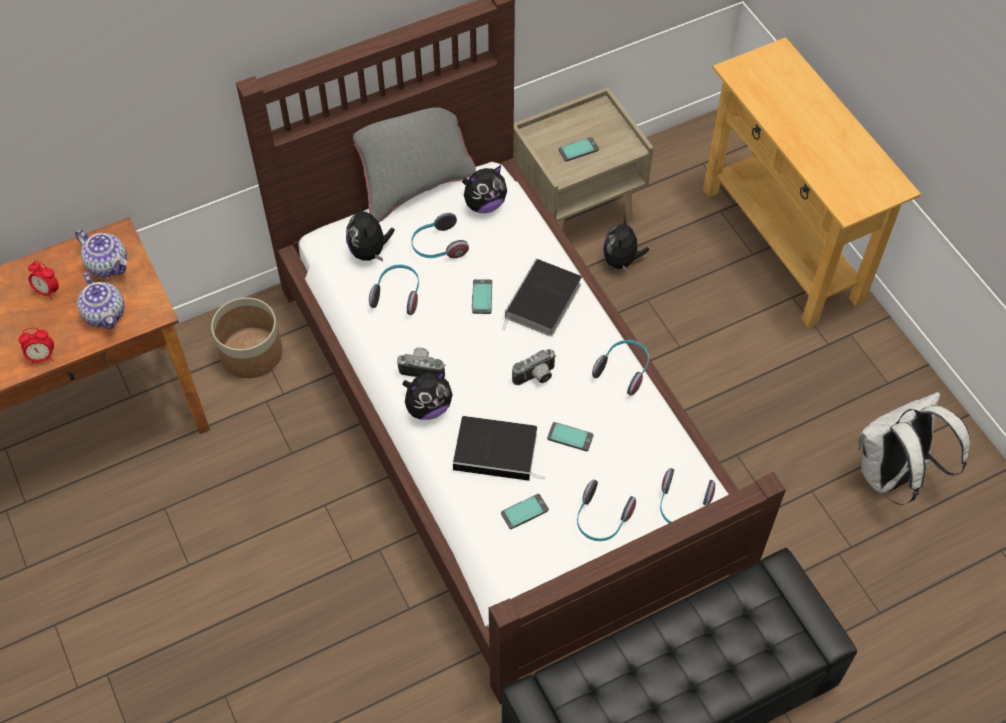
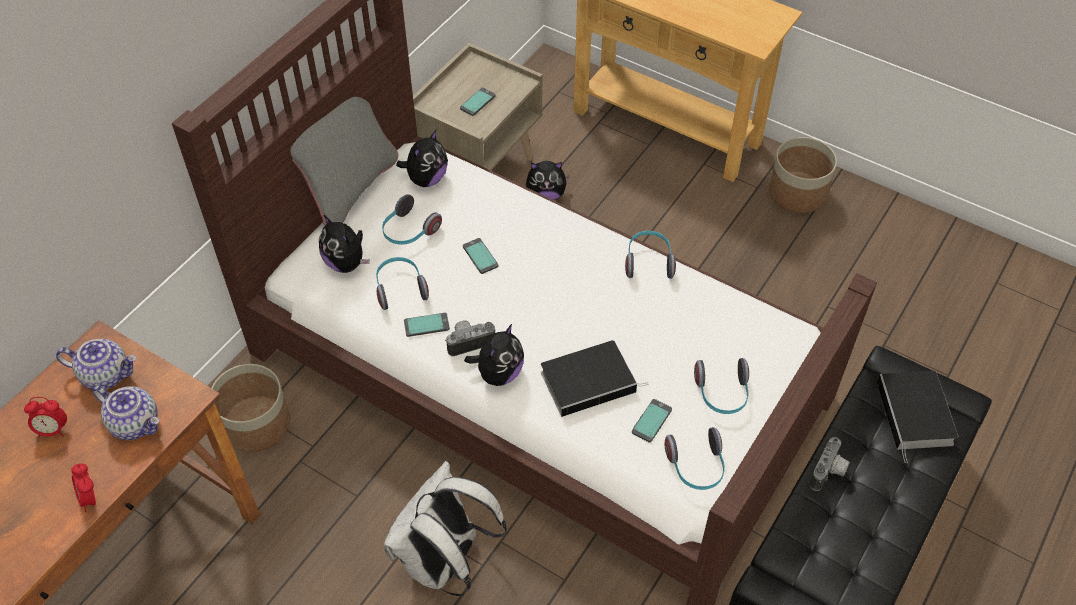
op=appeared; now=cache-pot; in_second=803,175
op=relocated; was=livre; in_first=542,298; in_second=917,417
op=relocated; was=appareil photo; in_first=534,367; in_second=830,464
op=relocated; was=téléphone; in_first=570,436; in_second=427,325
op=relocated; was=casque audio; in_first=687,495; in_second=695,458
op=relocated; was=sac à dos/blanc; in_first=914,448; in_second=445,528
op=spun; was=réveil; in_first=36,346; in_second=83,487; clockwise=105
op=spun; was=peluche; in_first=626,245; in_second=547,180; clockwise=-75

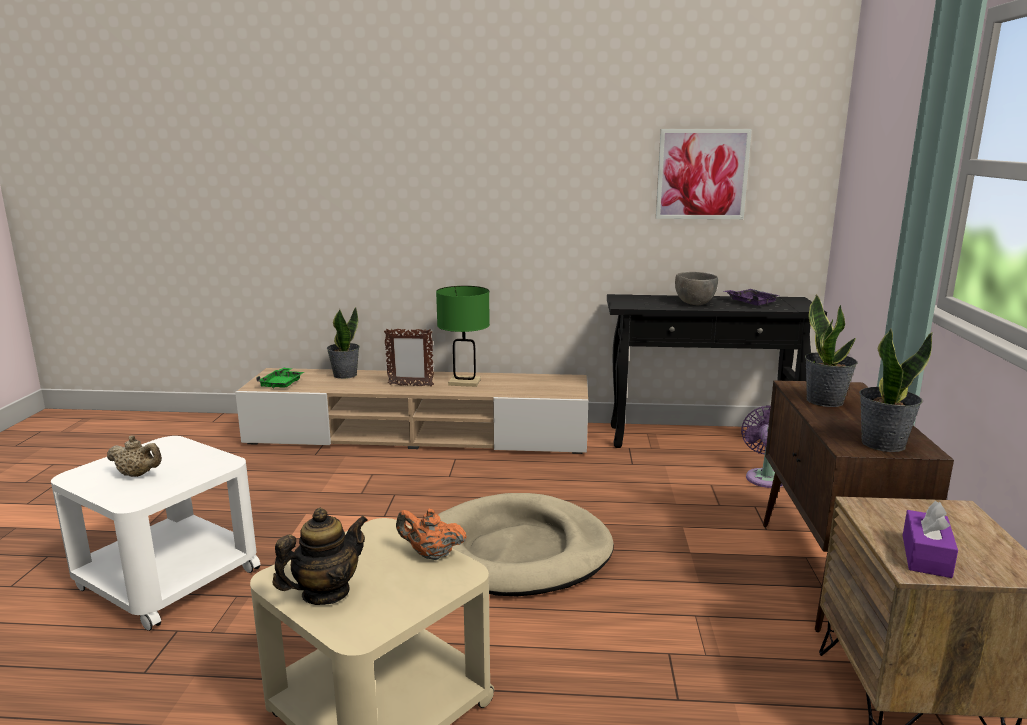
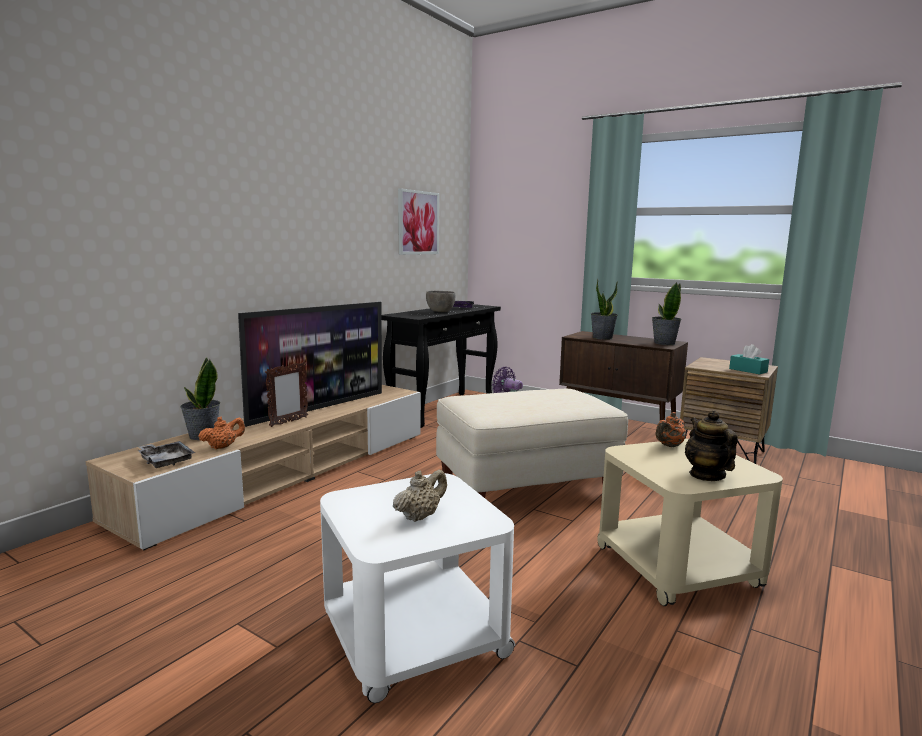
op=appeared; now=théière/orange; in_second=222,433
op=exchanged; was=lampe de table/vert; now=téléviseur; in_first=463,336; in_second=310,364
op=exchanged; was=panier pour chien/beige; now=pouf/beige; in_first=526,544; in_second=532,443
op=colour; was=plateau/vert; now=plateau/gris; in_first=280,378; in_second=166,454
op=colour; was=boîte à mouchoirs/violet; now=boîte à mouchoirs/turquoise; in_first=930,539; in_second=749,359

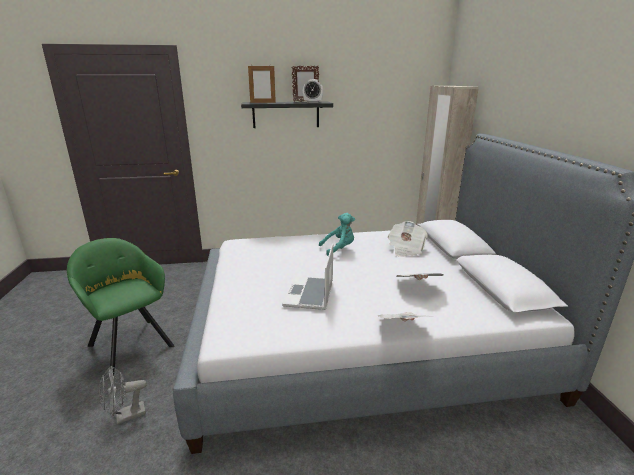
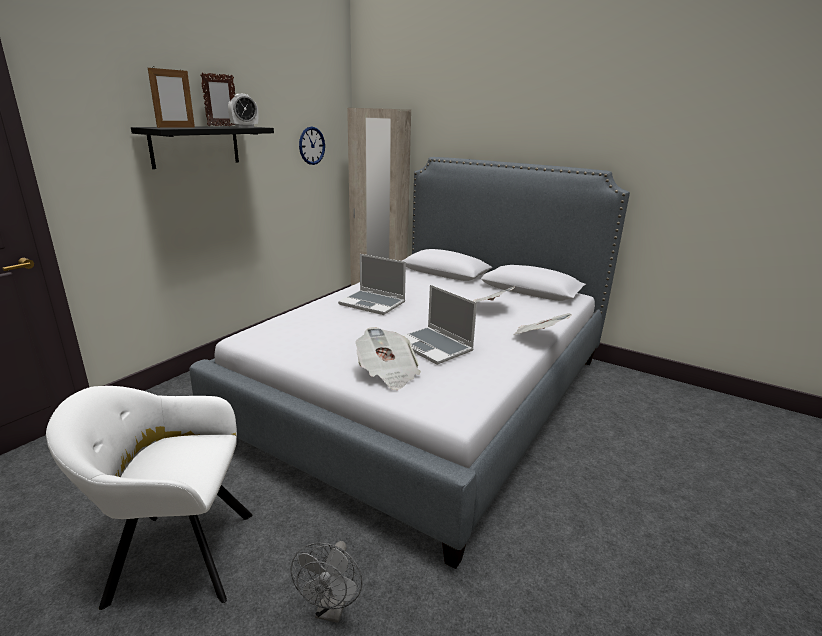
op=appeared; now=horloge murale; in_second=312,146
op=relocated; was=journal; in_first=408,239; in_second=388,358
op=exchanged; was=peluche/turquoise; now=ordinateur portable; in_first=337,234; in_second=372,284
op=colour; was=fauteuil/vert; now=fauteuil/blanc; in_first=121,306; in_second=149,498

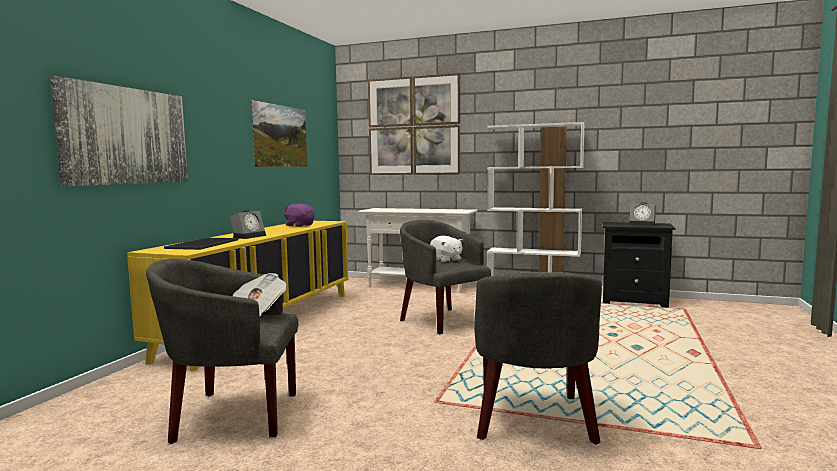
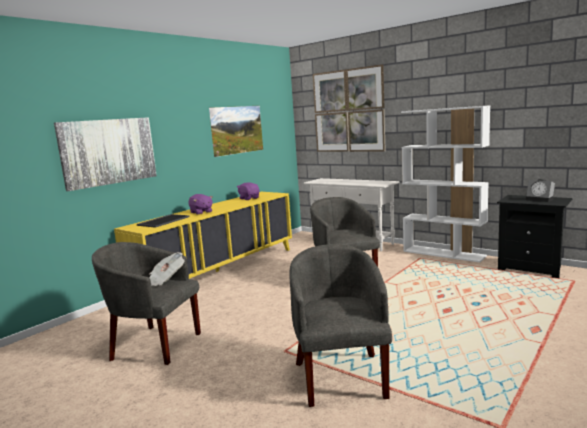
op=missing; was=peluche/blanc; in_first=446,249
op=exchanged; was=réveil; now=peluche/violet; in_first=248,224; in_second=201,204
op=spun; was=fauteuil/gris; in_first=538,358; in_second=340,325; clockwise=150

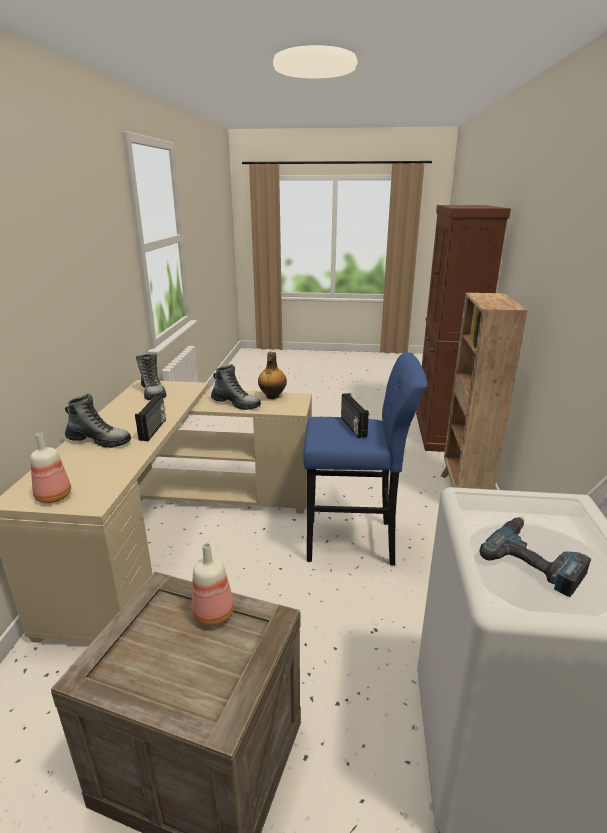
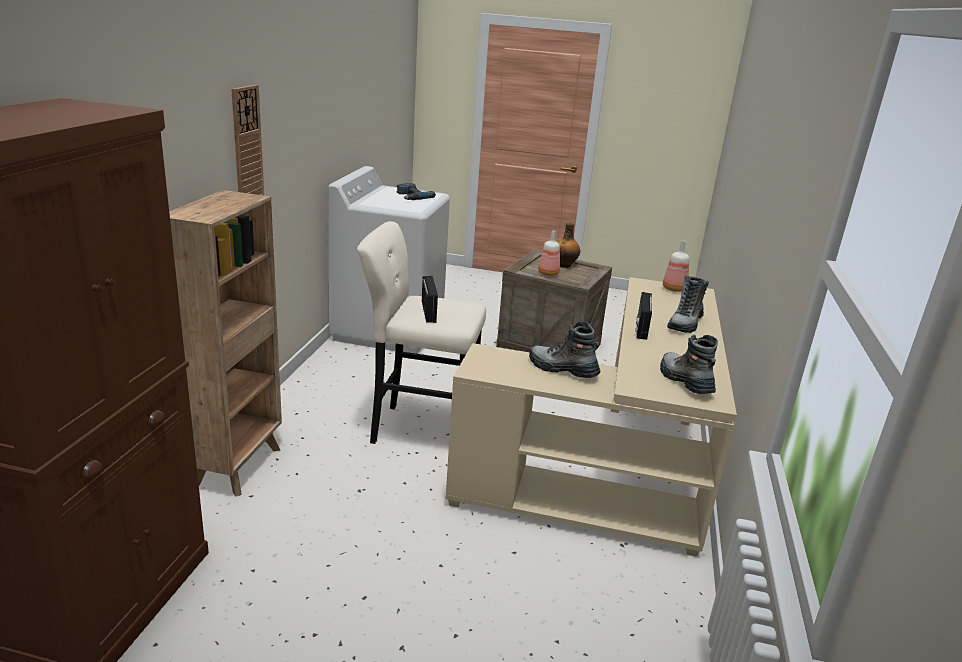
op=appeared; now=horloge murale; in_second=247,140
op=relocated; was=bouteille; in_first=272,375; in_second=568,245
op=colour; was=tabouret/bleu; now=tabouret/beige; in_first=365,458; in_second=421,332
op=spun; was=botte; in_first=98,421; in_second=688,304; clockwise=-75

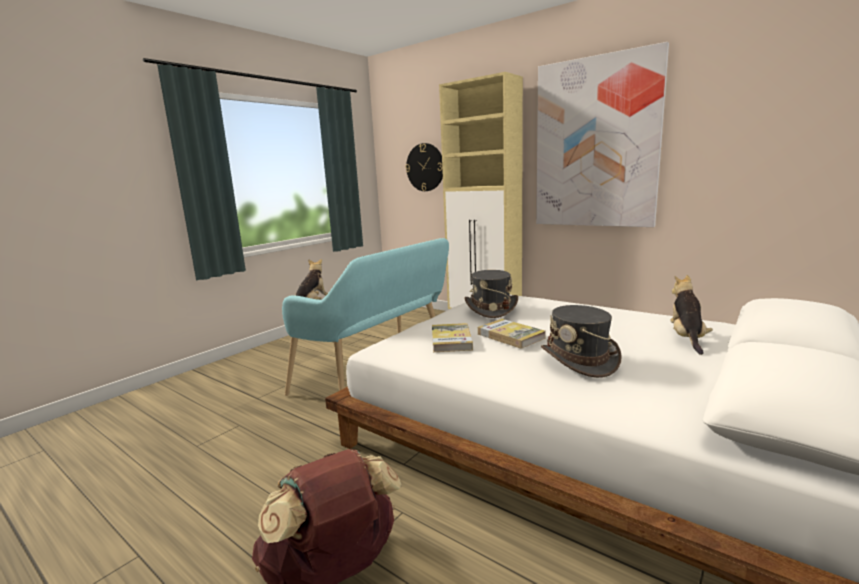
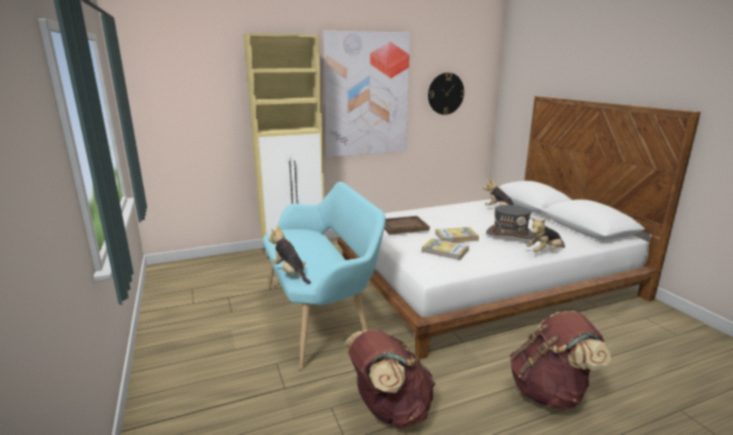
op=appeared; now=sac à dos/marron; in_second=390,378
op=appeared; now=peluche; in_second=545,235
op=relocated; was=horloge murale; in_first=424,167; in_second=446,94
op=exchanged; was=chapeau/gris; now=plateau/marron; in_first=491,294; in_second=407,225

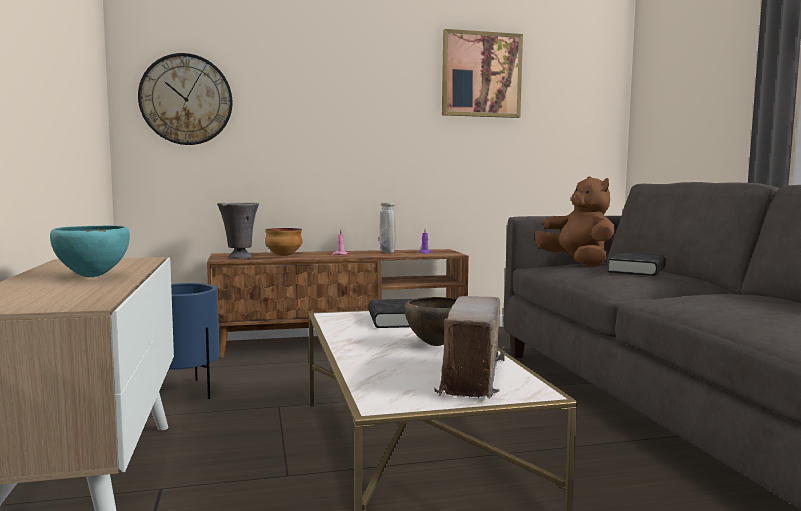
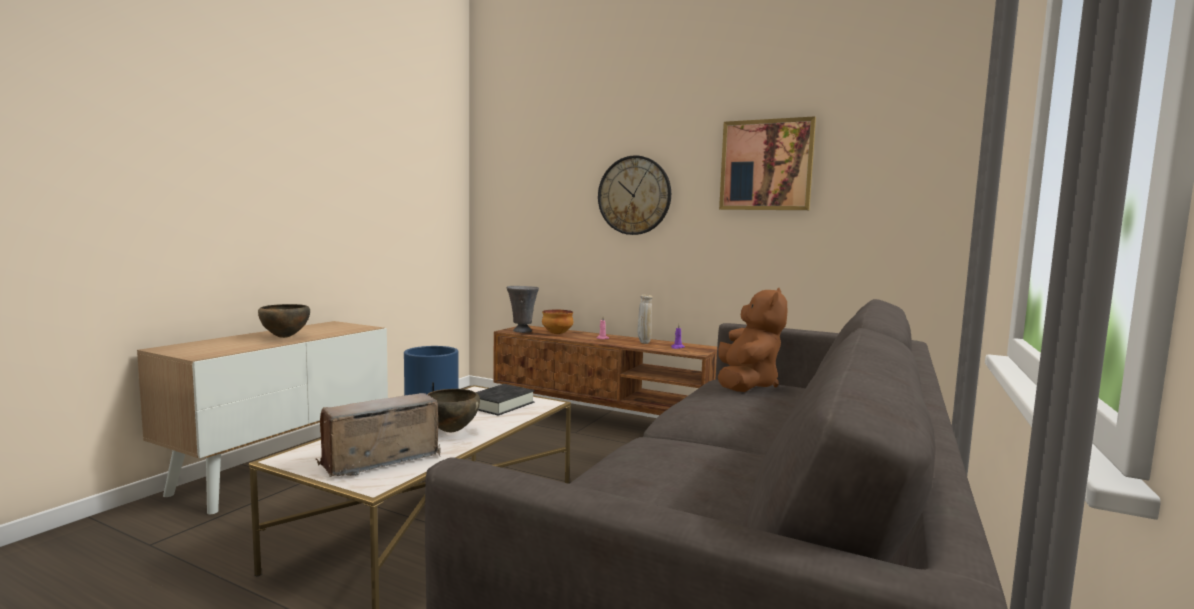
op=missing; was=livre/noir; in_first=637,264
op=relocated; was=horloge murale; in_first=185,99; in_second=634,195
op=colour; was=bol/turquoise; now=bol/marron; in_first=90,251; in_second=284,321

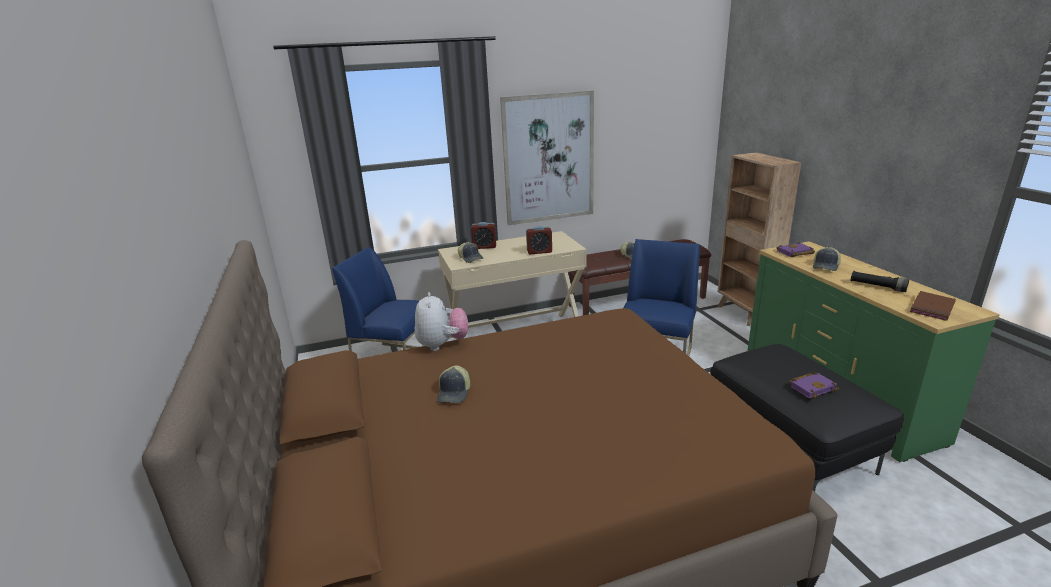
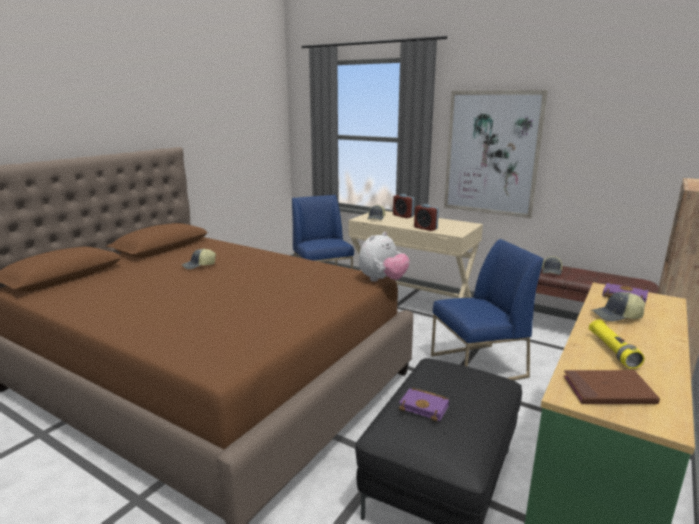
op=relocated; was=peluche; in_first=441,321; in_second=384,257
op=colour; was=lampe de poche/noir; now=lampe de poche/jaune; in_first=880,281; in_second=616,344

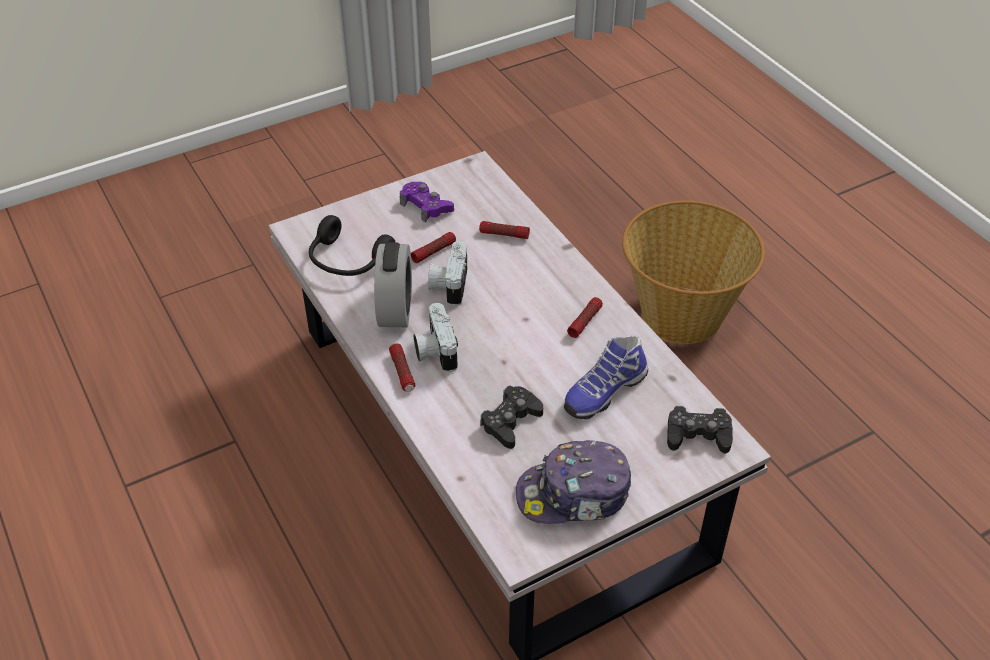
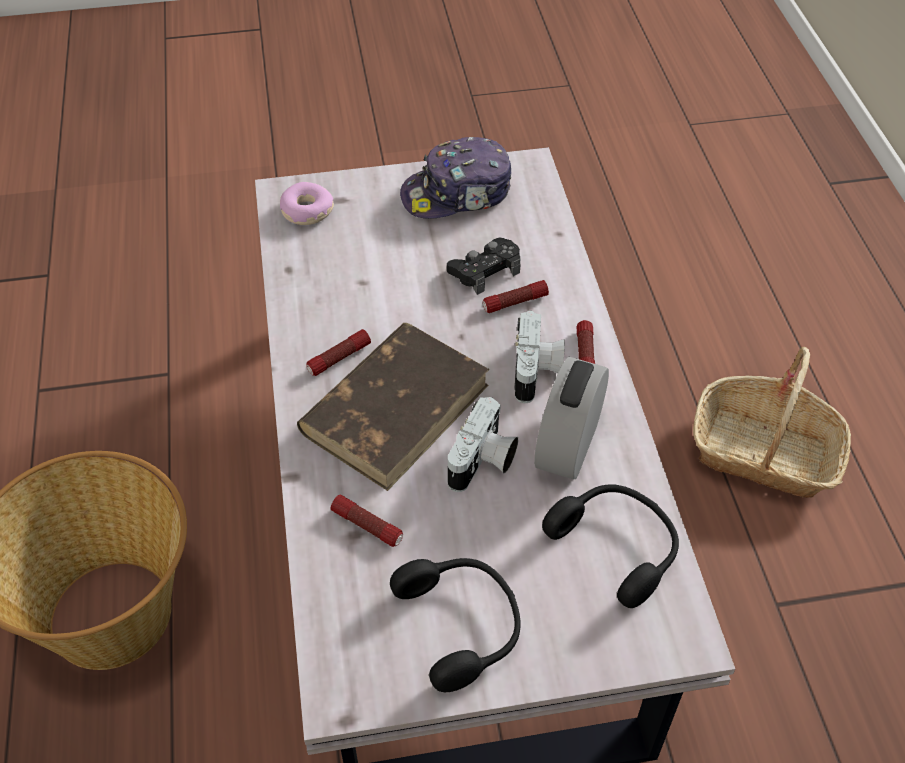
op=missing; was=chaussure; in_first=606,377
op=appeared; now=livre/marron; in_second=393,407
op=appeared; now=panier; in_second=772,422
op=relocated; was=lampe de poche; in_first=433,247; in_second=516,296
op=exchanged; was=manette/violet; now=casque audio/noir; in_first=427,202; in_second=455,625
op=exchanged; was=manette/noir; now=beignet; in_first=700,430; in_second=307,203
op=spun; was=casquette; in_first=573,482; in_second=456,178; clockwise=150

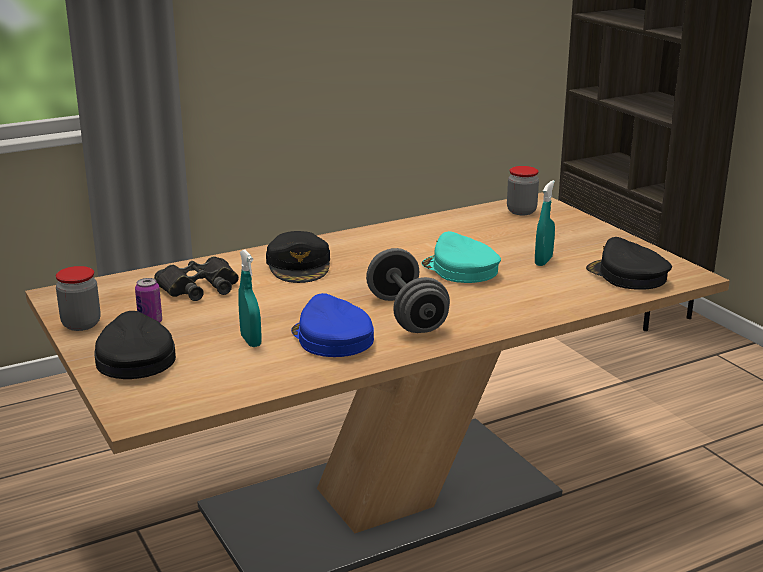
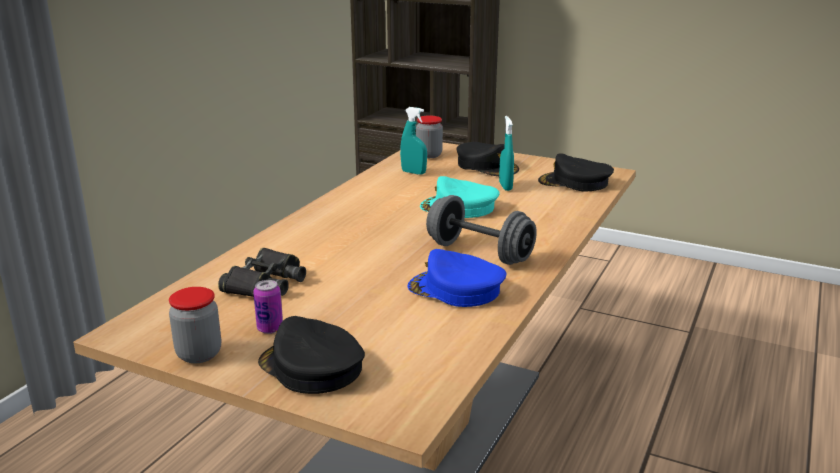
op=relocated; was=vaporisateur/turquoise; in_first=250,298; in_second=413,141
op=relocated; was=casquette/noir; in_first=298,257; in_second=488,159

